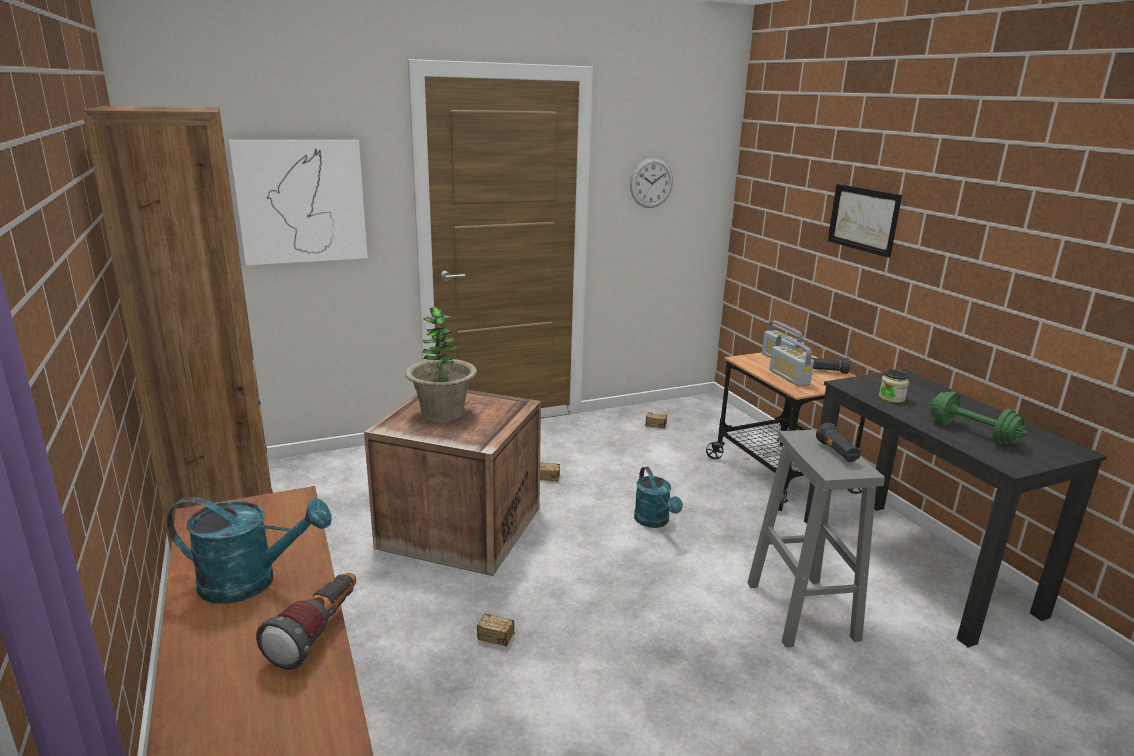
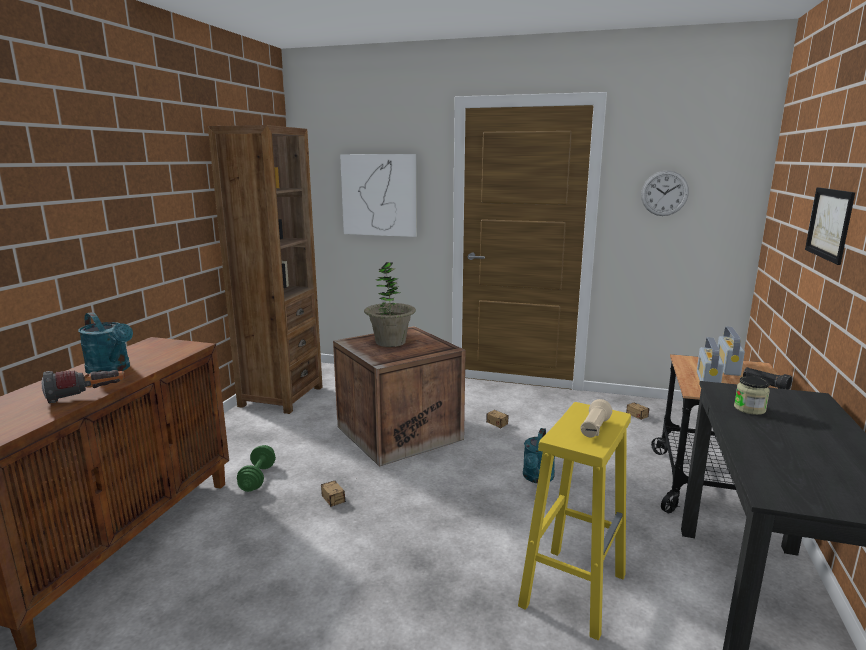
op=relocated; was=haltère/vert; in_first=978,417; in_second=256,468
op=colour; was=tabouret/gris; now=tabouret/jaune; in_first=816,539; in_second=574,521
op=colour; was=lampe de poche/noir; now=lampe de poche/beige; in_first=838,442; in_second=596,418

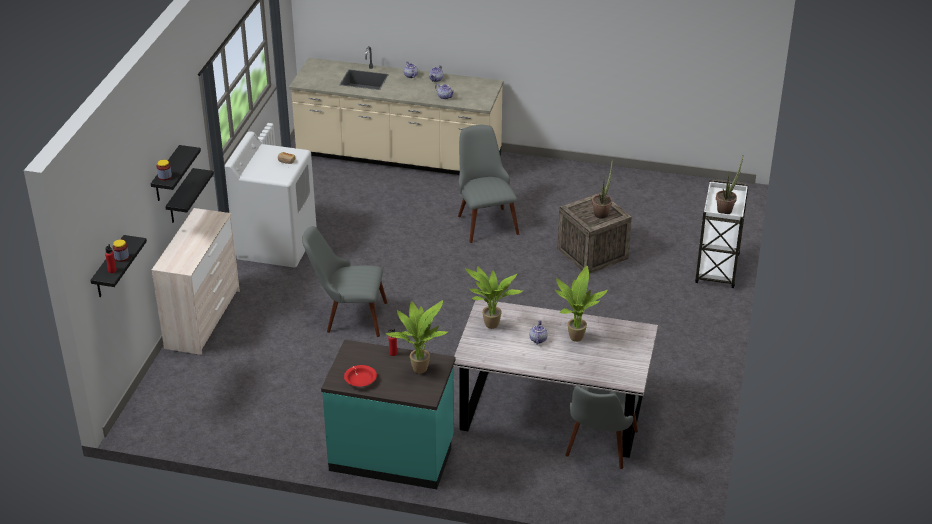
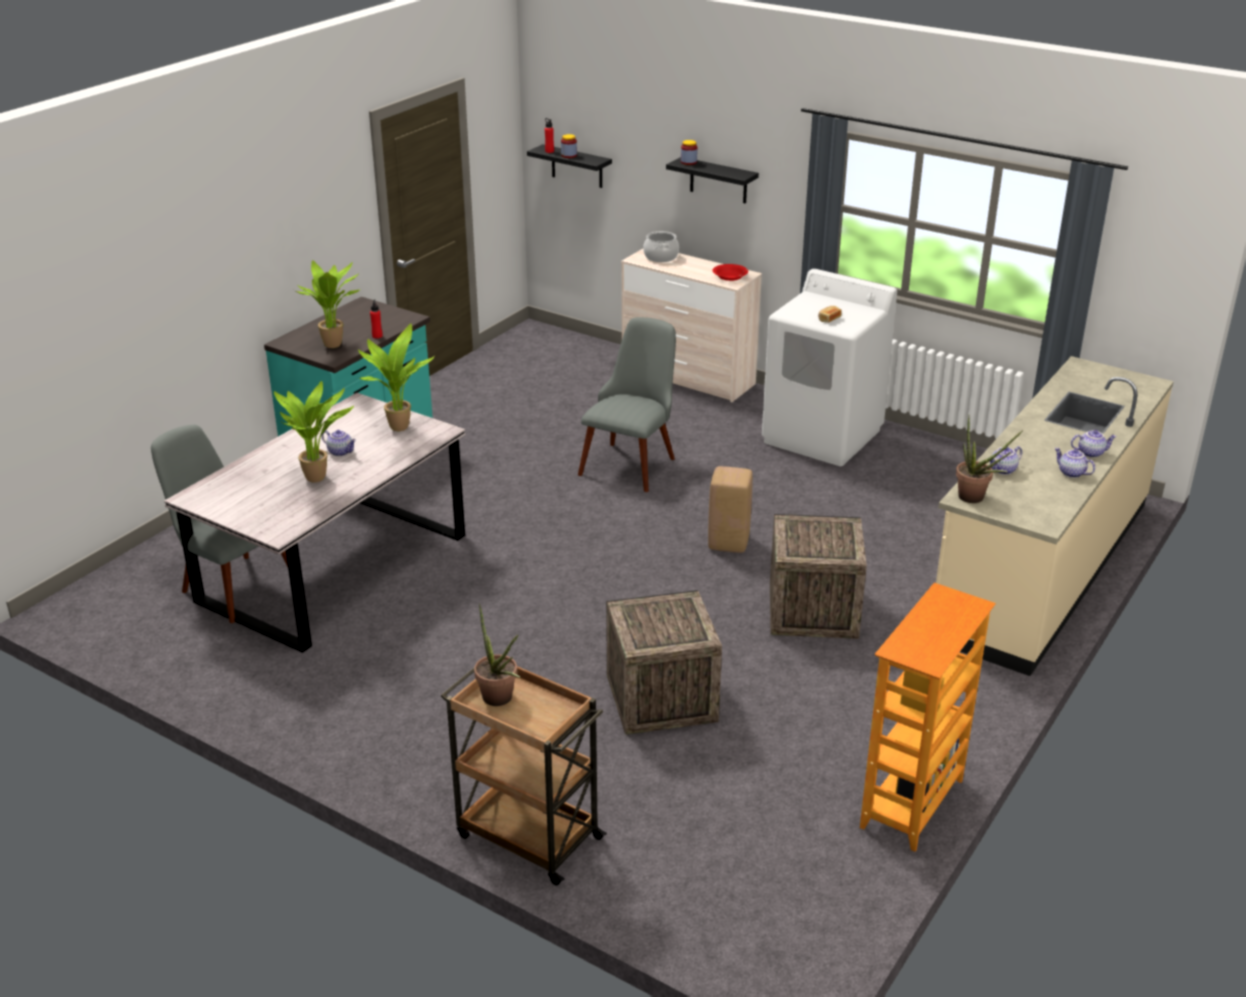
op=missing; was=étagère/noir; in_first=189,195
op=appeared; now=marmite; in_second=661,246
op=appeared; now=tabouret/beige; in_second=730,509
op=appeared; now=bibliothèque; in_second=928,717
op=relocated; was=bol/rouge; in_first=360,376; in_second=730,272
op=relocated; was=plante en pot; in_first=602,189; in_second=989,459
op=exchanged; was=chaise/gris; now=caisse; in_first=488,184; in_second=818,576
op=colour; was=chariot/blanc; now=chariot/marron; in_first=722,234; in_second=524,776

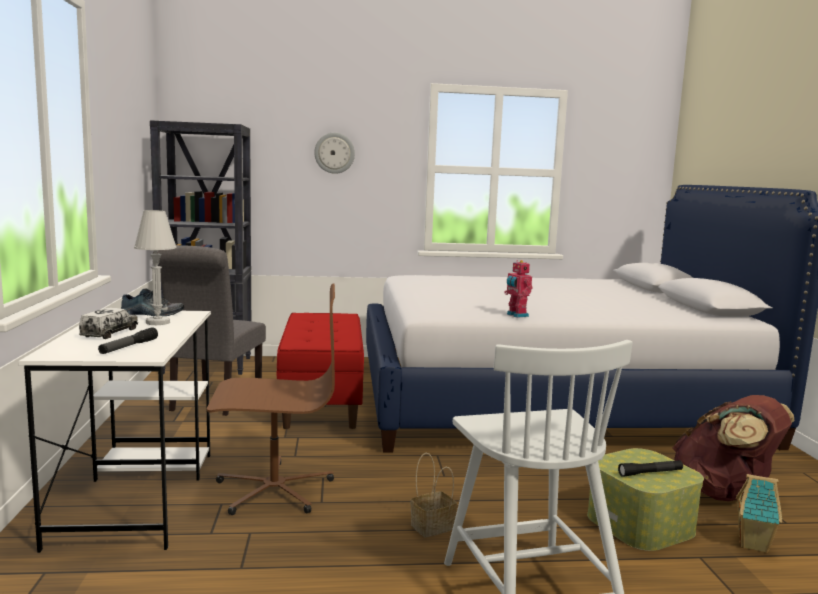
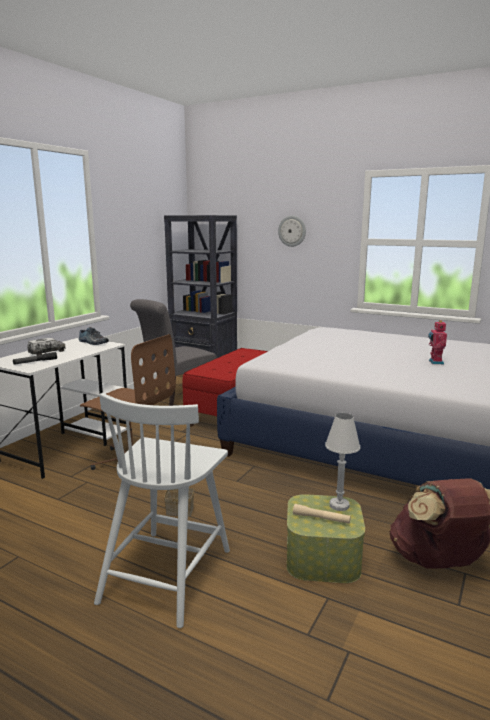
op=missing; was=maison miniature; in_first=759,513
op=relocated; was=lampe de table/blanc; in_first=155,267; in_second=342,462
op=relocated; was=robot jouet; in_first=518,289; in_second=437,342
op=colour; was=lampe de poche/noir; now=lampe de poche/beige; in_first=650,468; in_second=322,514

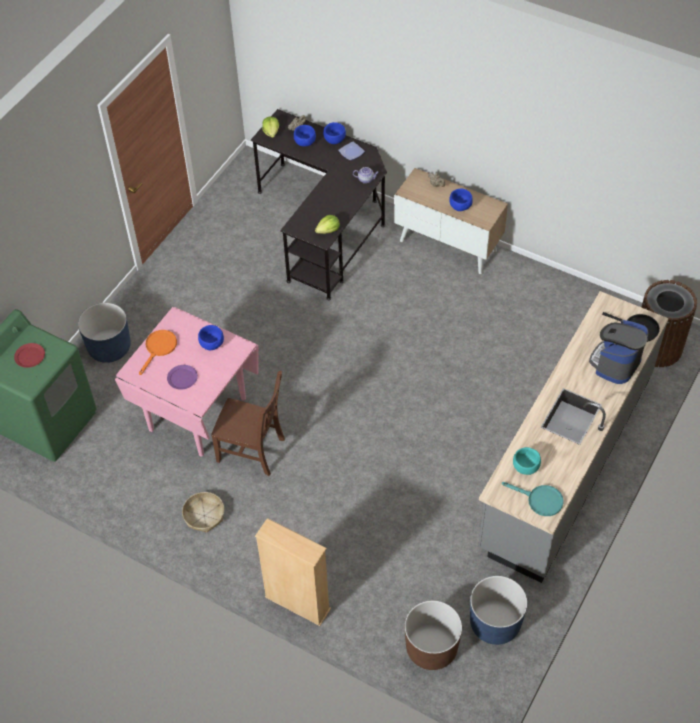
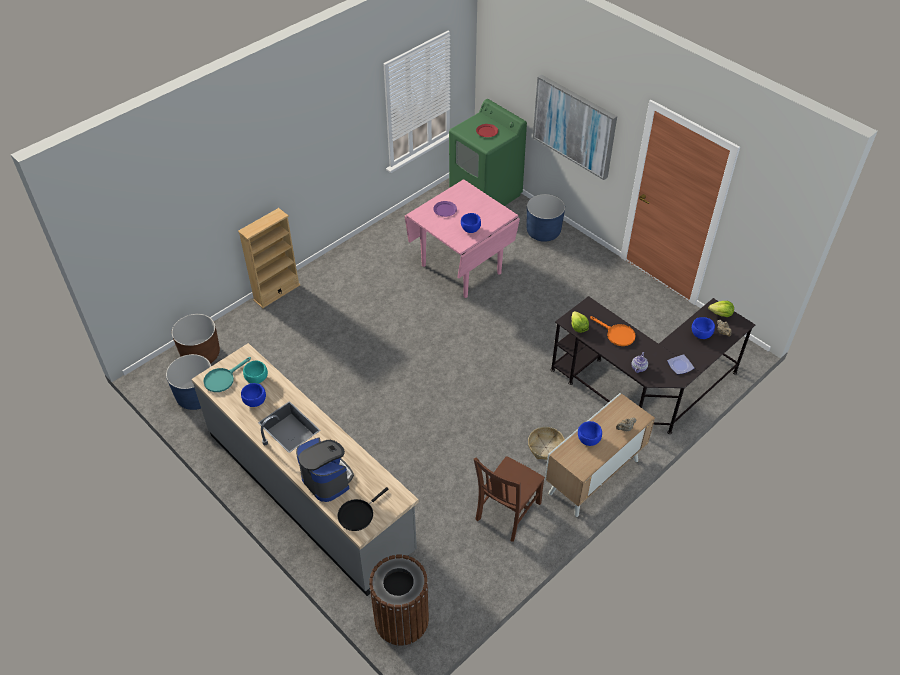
op=appeared; now=tableau; in_second=575,127
op=relocated; was=poêle/orange; in_first=158,352; in_second=613,331
op=relocated; was=panier; in_first=203,512; in_second=546,443
op=relocated; was=chaise/marron; in_first=248,423; in_second=509,499
op=relocated; was=bol/bleu; in_first=334,133; in_second=253,395

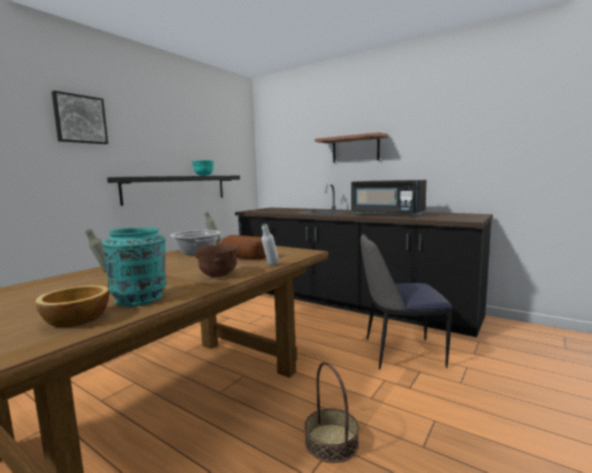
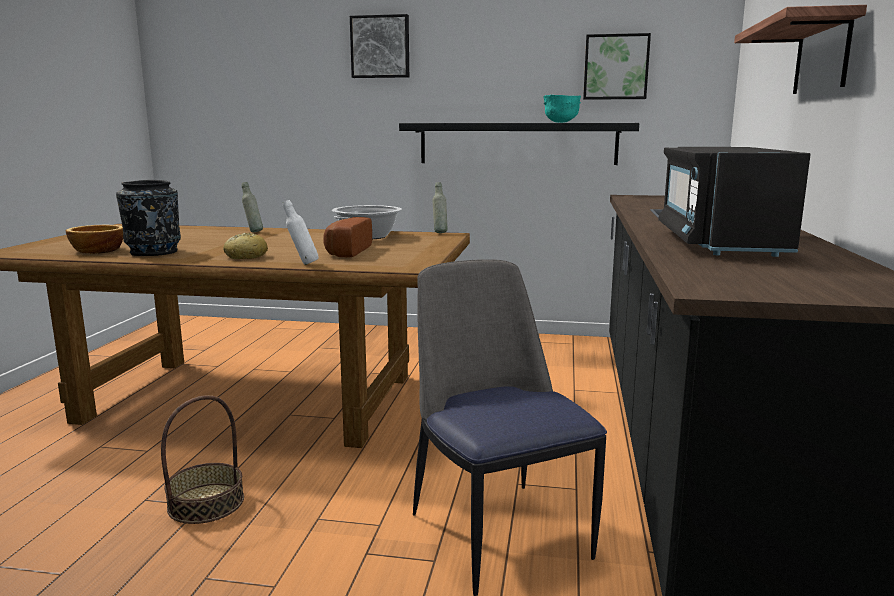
op=appeared; now=tableau; in_second=617,66
op=exchanged; was=bol/marron; now=pain; in_first=216,260; in_second=245,246
op=colour; was=vase/turquoise; now=vase/noir; in_first=134,267; in_second=148,218

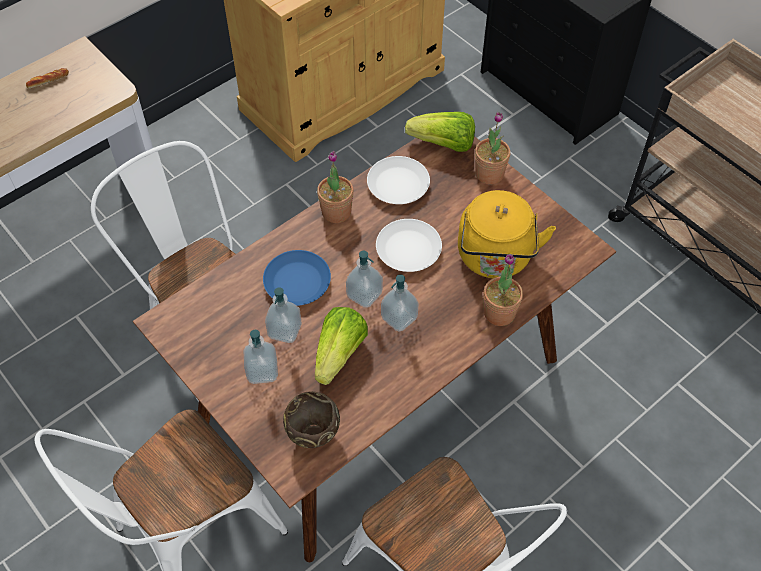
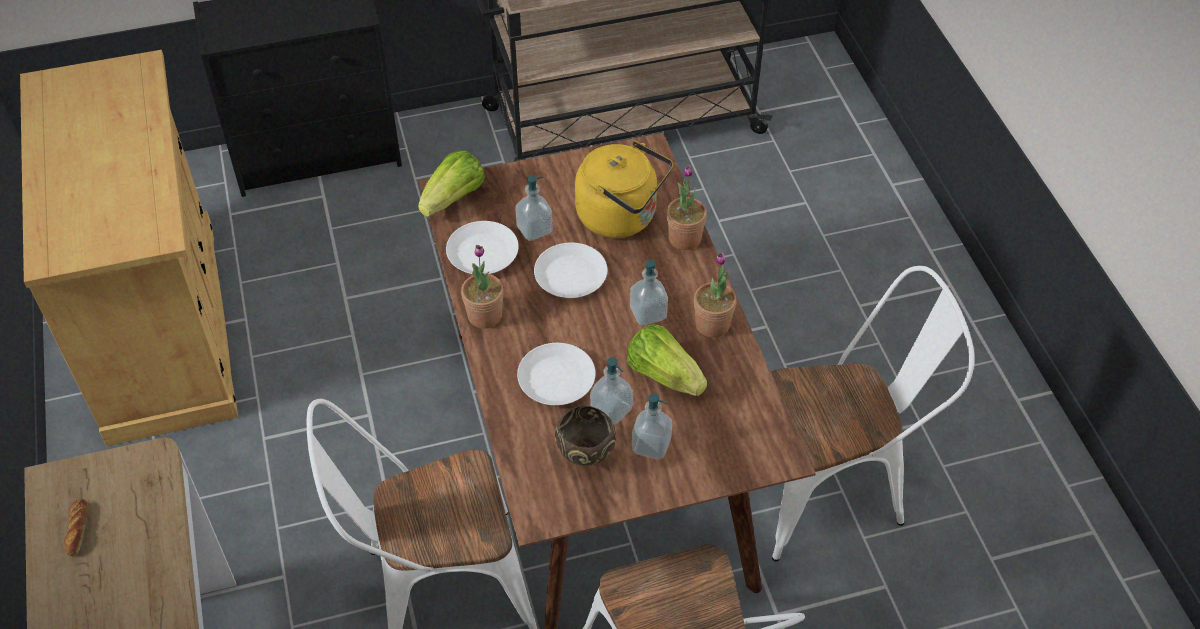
op=relocated; was=bol/marron; in_first=311,419; in_second=585,436
op=relocated; was=distributeur de savon; in_first=364,279; in_second=534,208
op=relocated; was=plante en pot; in_first=492,148; in_second=715,295
op=colour; was=assiette/bleu; now=assiette/blanc; in_first=297,278; in_second=556,374

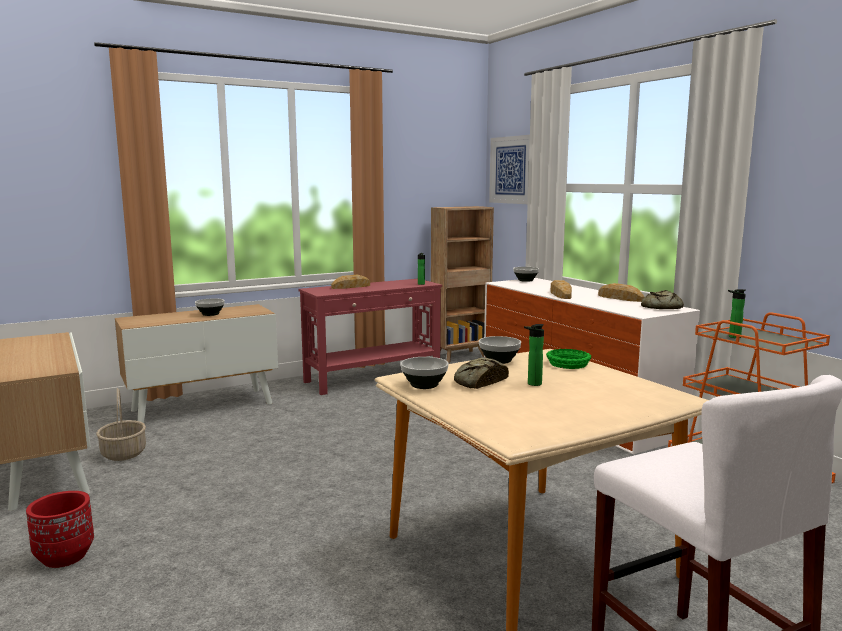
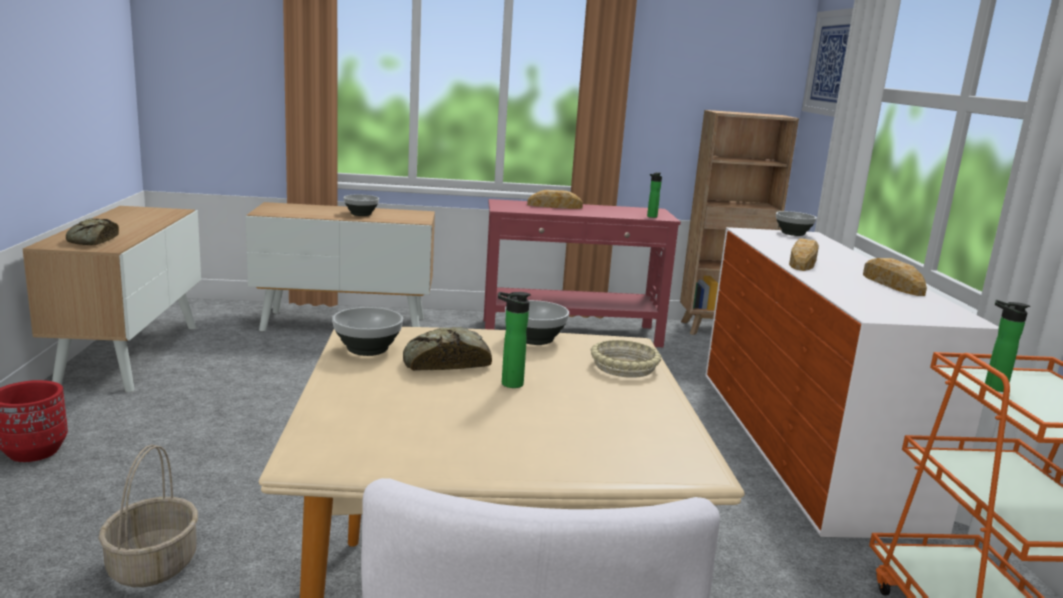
op=relocated; was=panier; in_first=121,424; in_second=148,516
op=relocated; was=pain; in_first=662,299; in_second=92,231
op=colour; was=bol/vert; now=bol/beige; in_first=568,359; in_second=625,359

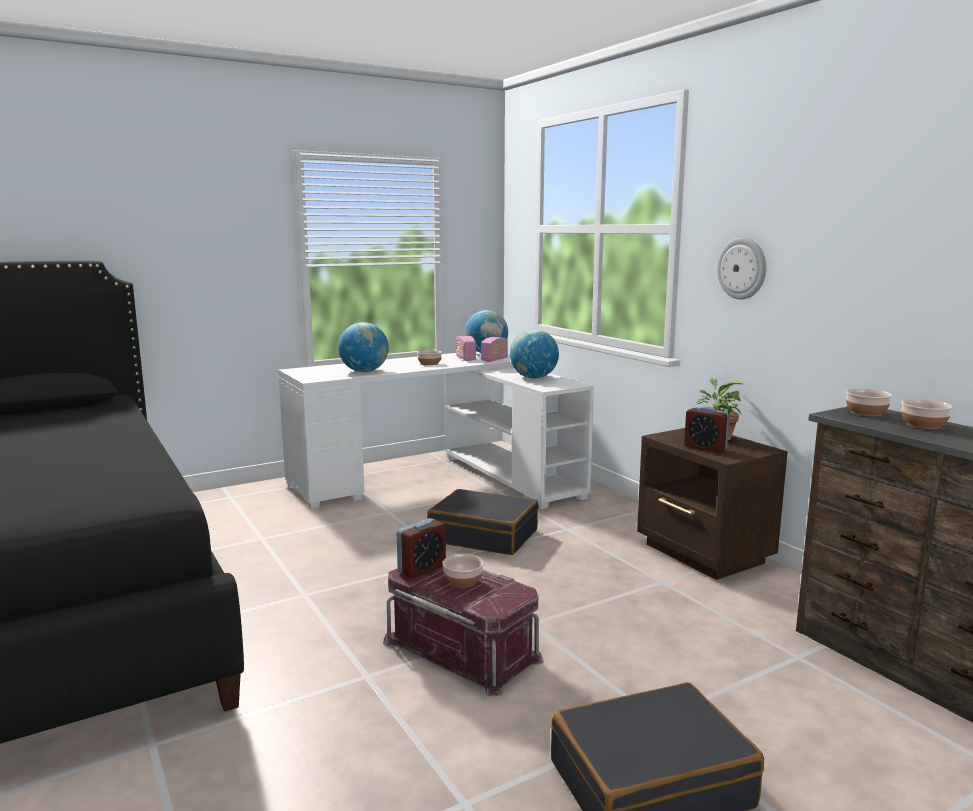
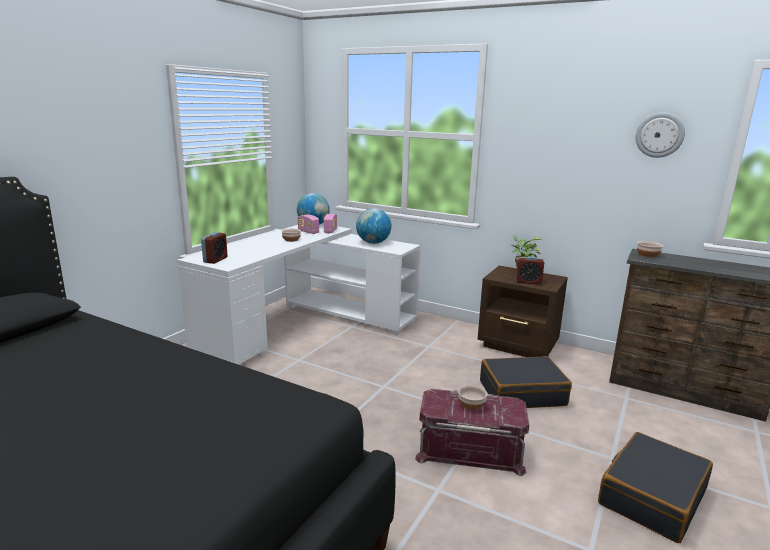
op=missing; was=globe; in_first=363,347
op=missing; was=bol; in_first=927,414
op=relocated; was=réveil; in_first=421,548; in_second=214,248
op=relocated; was=valise/noir; in_first=483,522; in_second=526,382
op=relocated; was=horloge murale; in_first=741,268; in_second=660,135

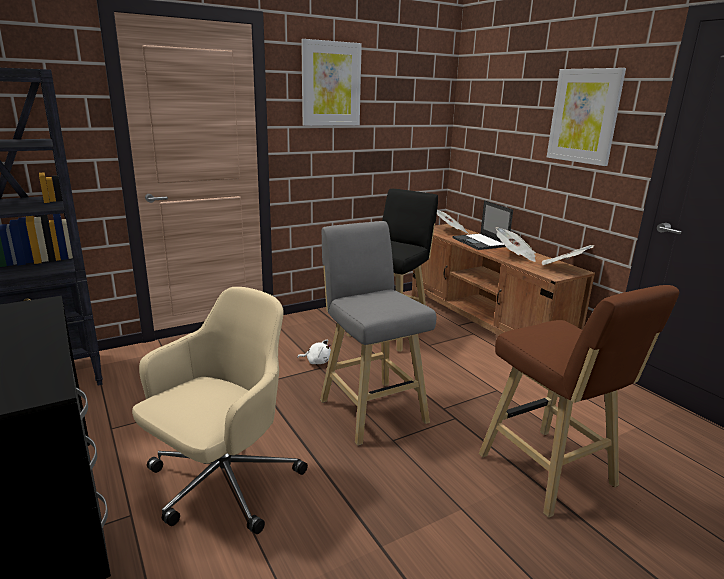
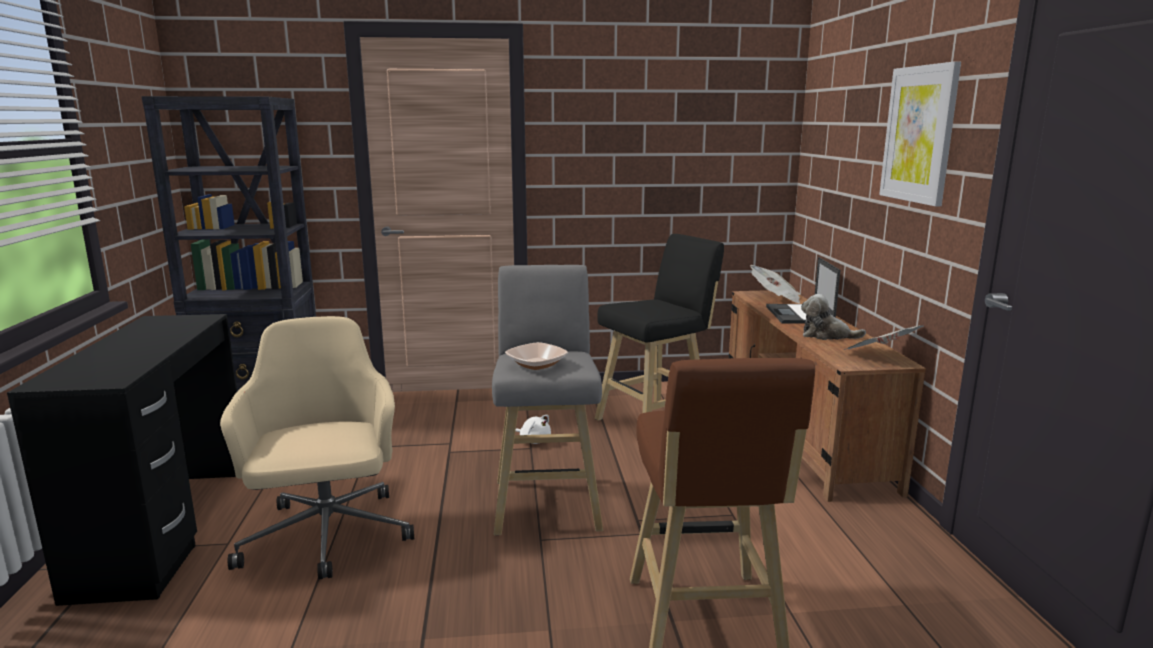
op=missing; was=tableau; in_first=331,82
op=appeared; now=bol; in_second=536,356
op=exchanged; was=journal; now=peluche; in_first=516,244; in_second=833,317
op=spun; was=chaise de bureau/beige; in_first=220,410; in_second=317,447; clockwise=-75

